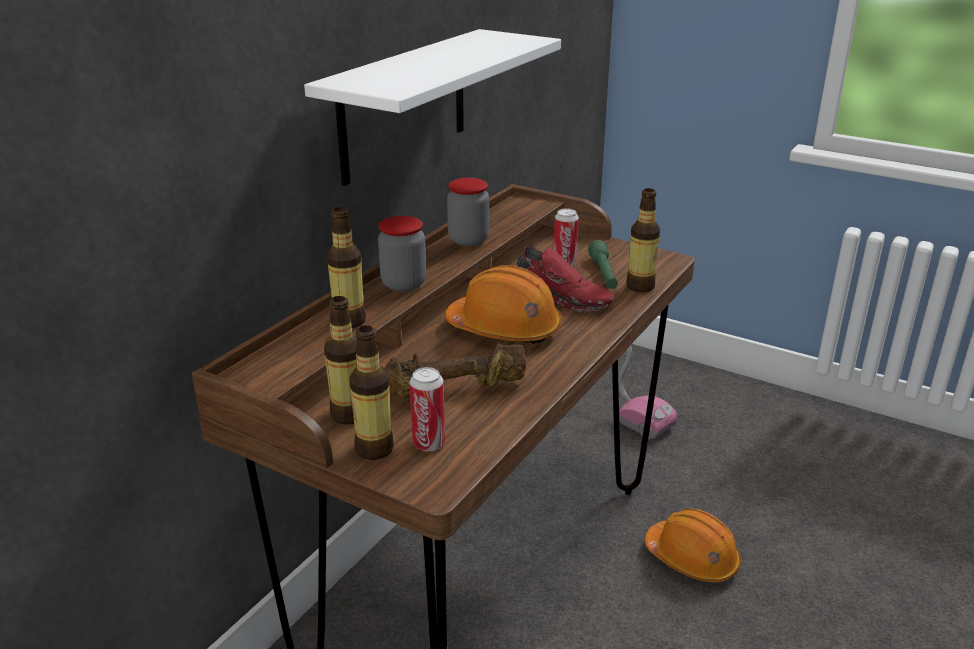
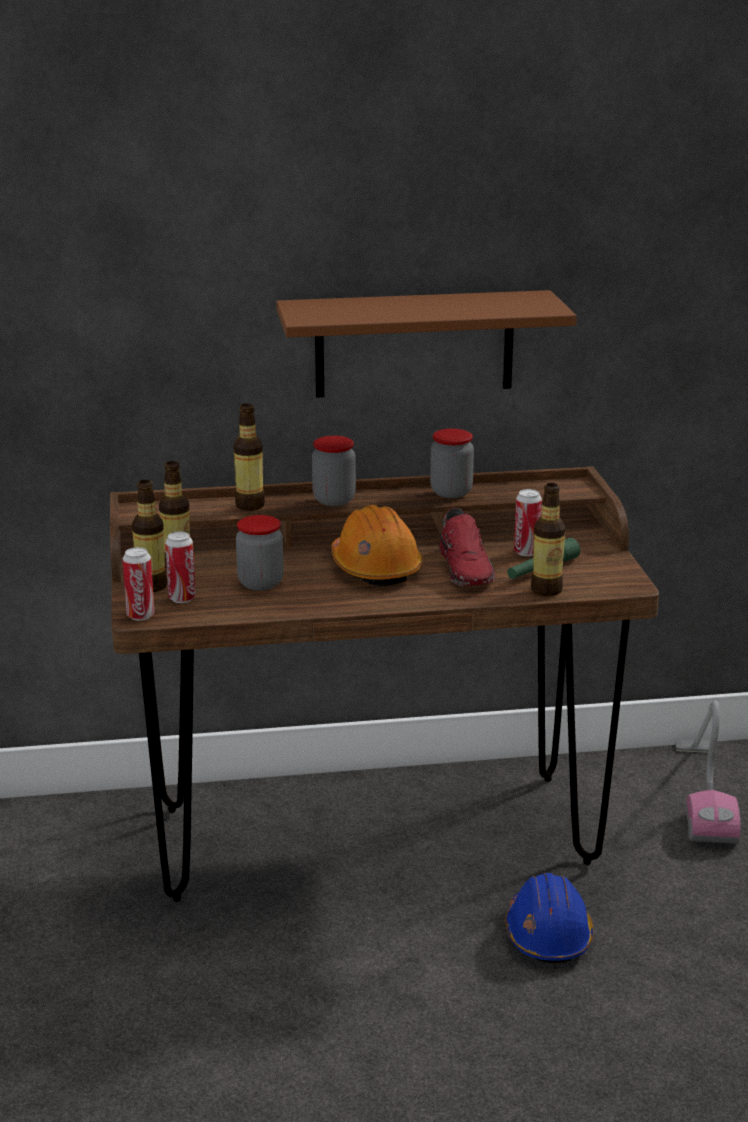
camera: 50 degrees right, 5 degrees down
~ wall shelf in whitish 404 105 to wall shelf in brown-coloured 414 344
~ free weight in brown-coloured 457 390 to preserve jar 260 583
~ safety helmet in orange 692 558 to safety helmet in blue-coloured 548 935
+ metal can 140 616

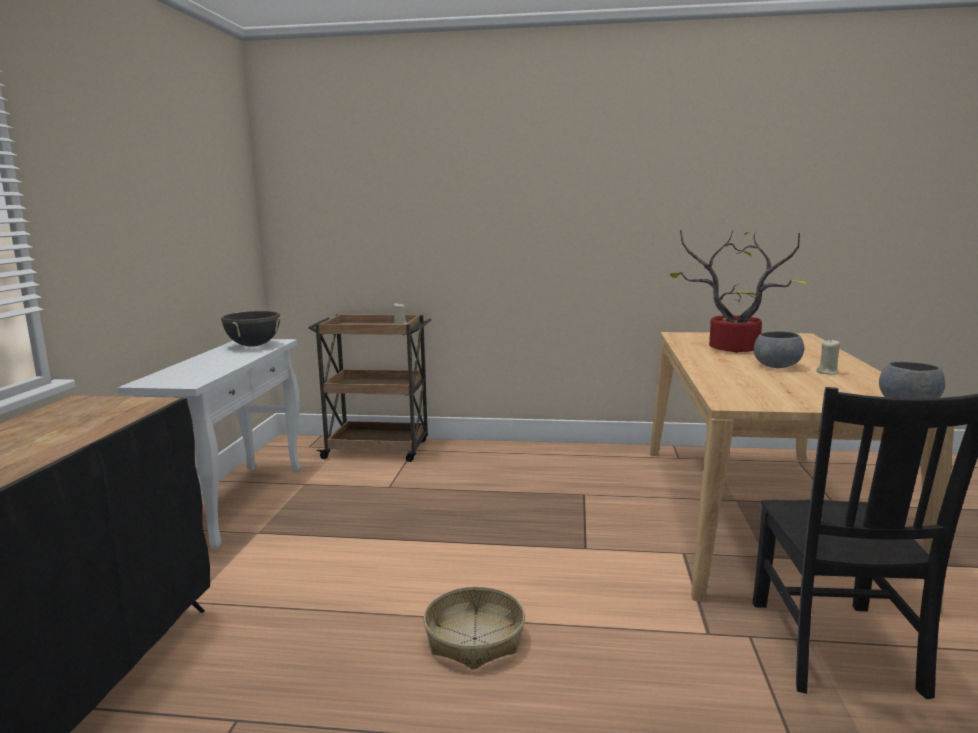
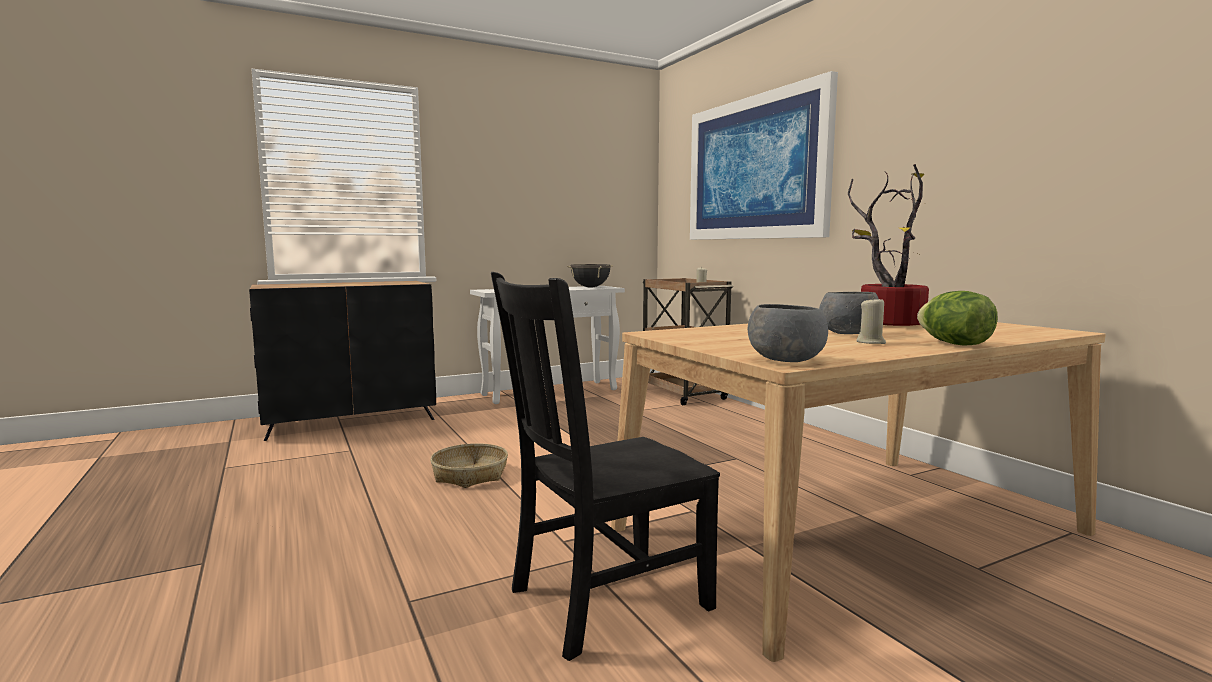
camera: 55 degrees right, 5 degrees down
+ picture 755 168
+ lettuce 954 344

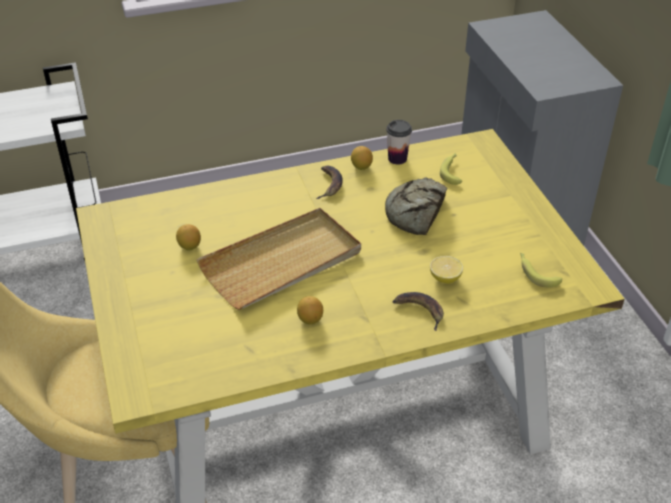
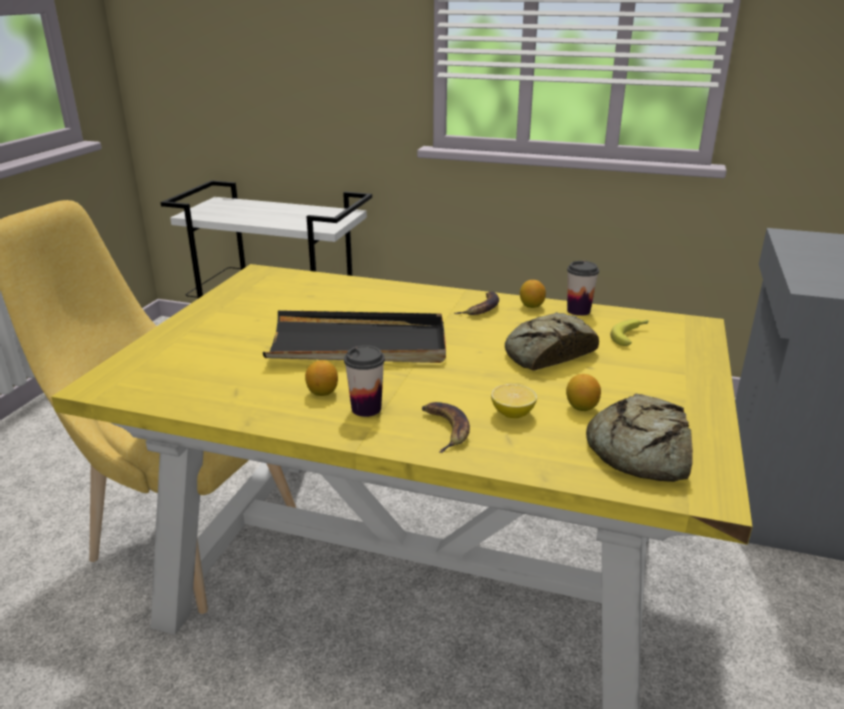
camera: 35 degrees right, 15 degrees down
~ citrus fruit 189 246 to 581 407
~ serving tray in sand-coloured 282 262 to serving tray in blackish 358 344
~ banana fruit 536 273 to bread 639 450
+ drinking cup 366 408

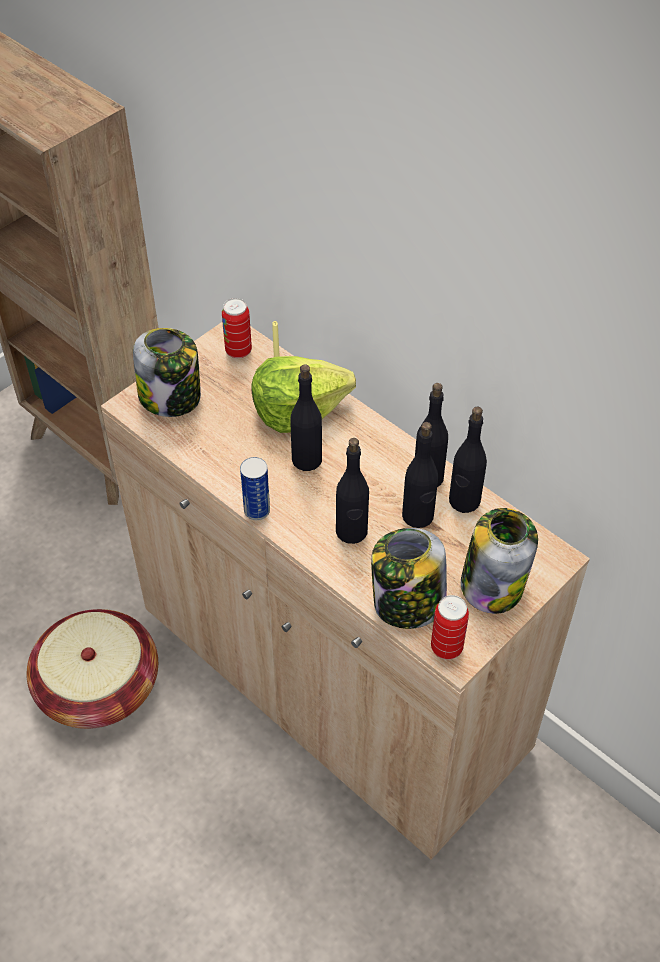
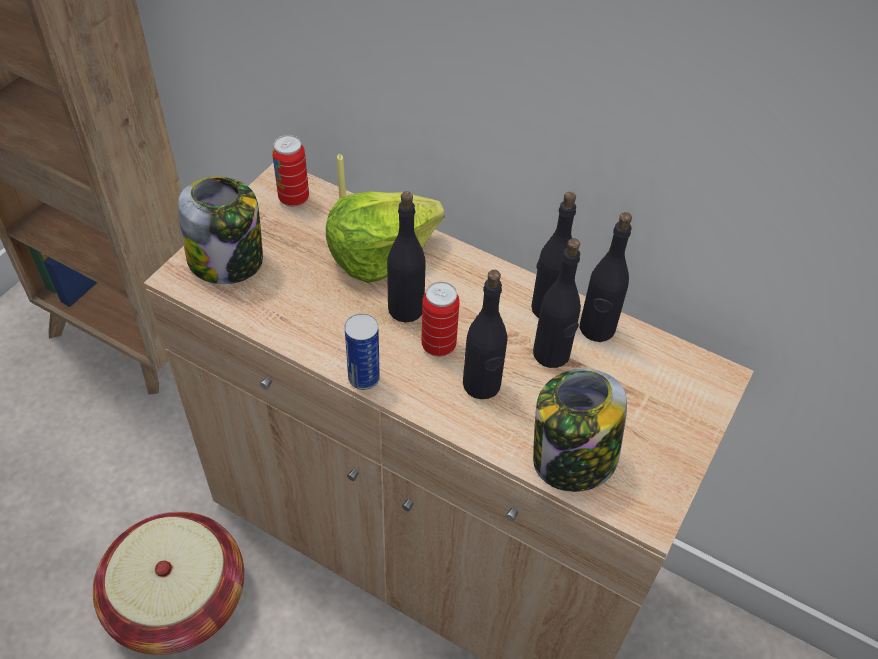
camera: 15 degrees left, 0 degrees up
~ metal can 446 647 to 438 345
- preserve jar 492 584

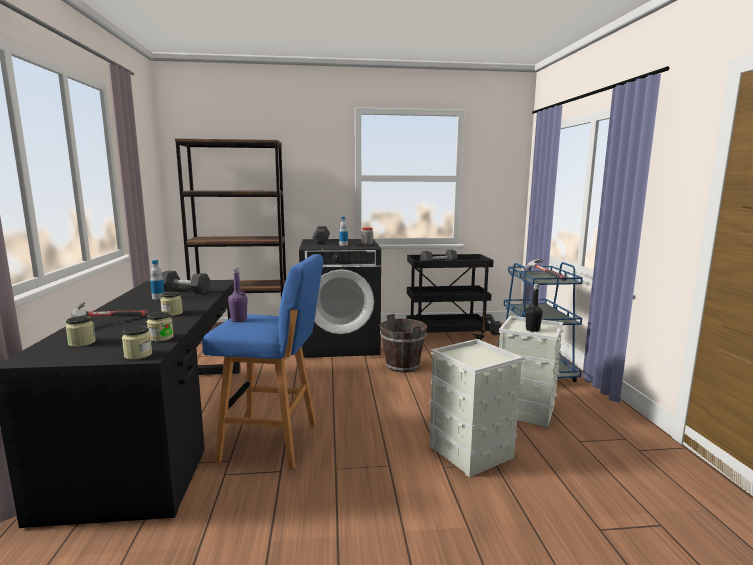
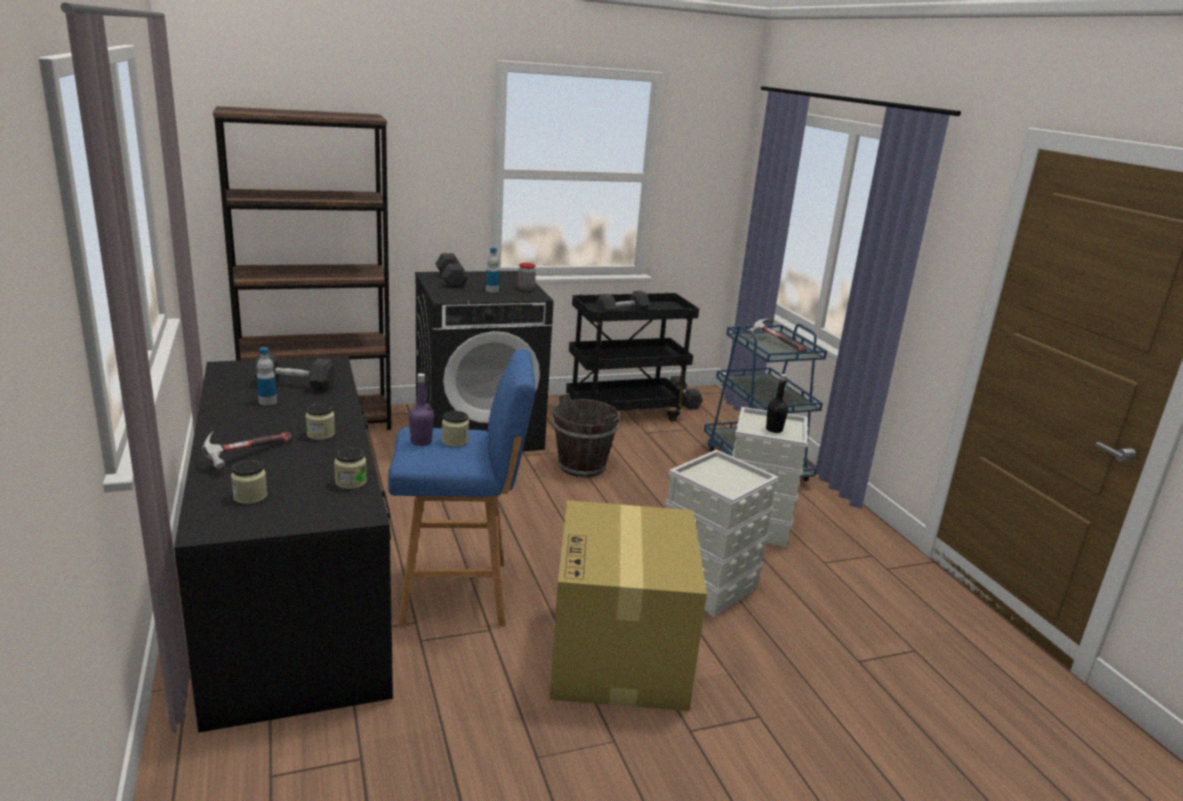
camera: 15 degrees left, 10 degrees up
~ preserve jar 138 355 to 455 441
+ packing box 620 655

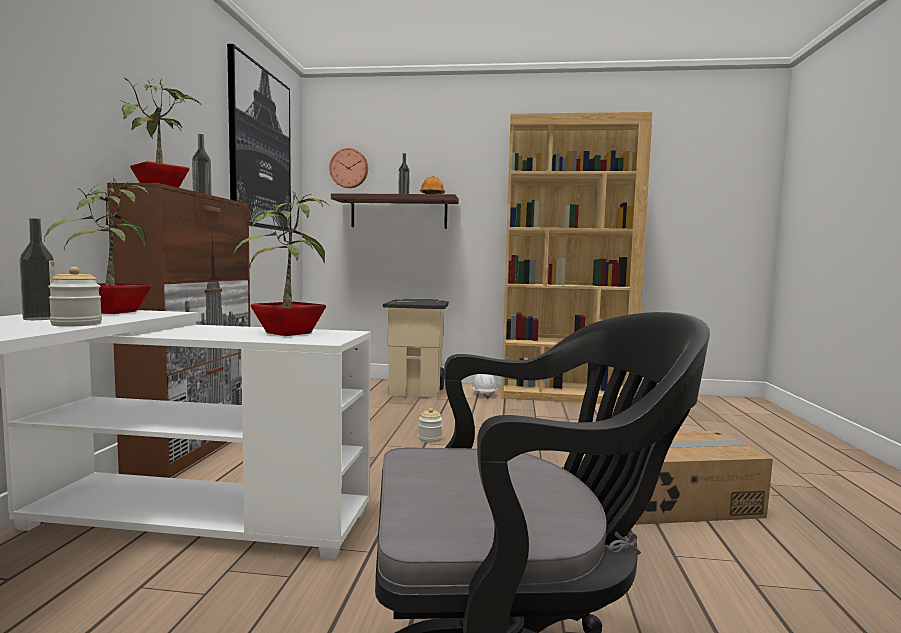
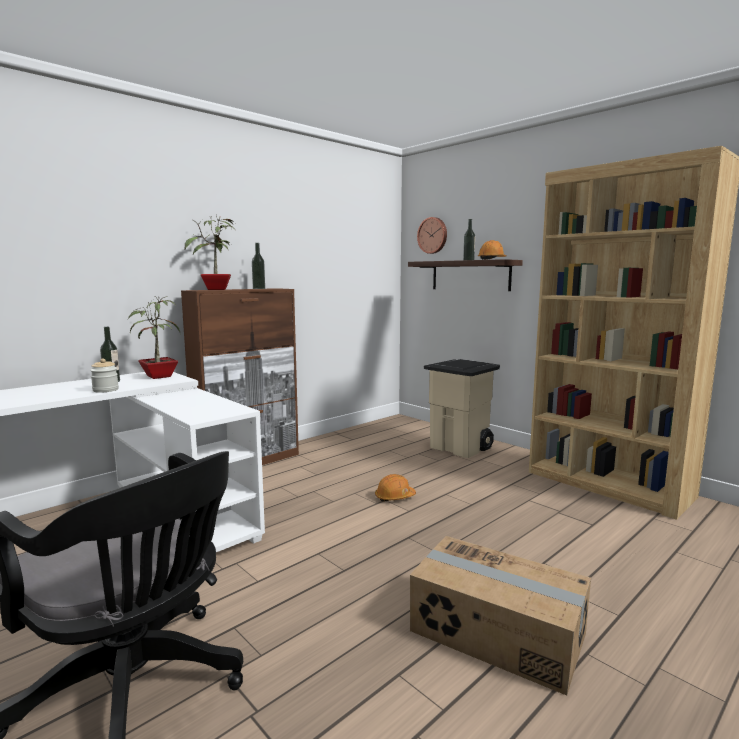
camera: 40 degrees right, 5 degrees up
- picture 260 149
- potted plant 286 333
~ preserve jar 430 439 to safety helmet in orange 394 497
- safety helmet in whitish 483 395

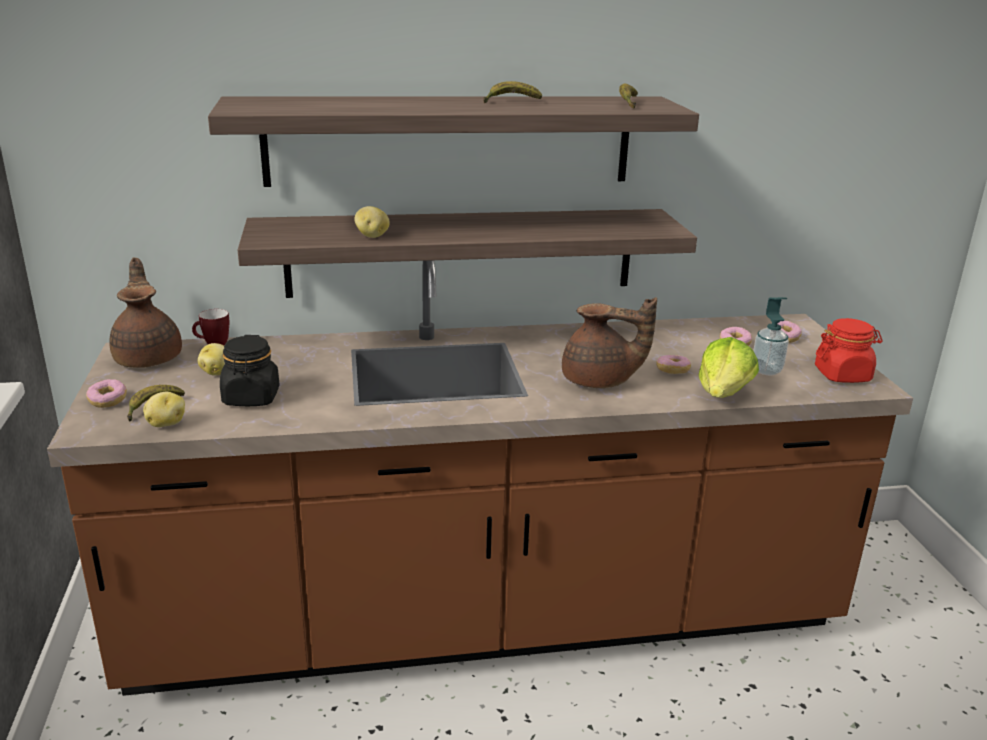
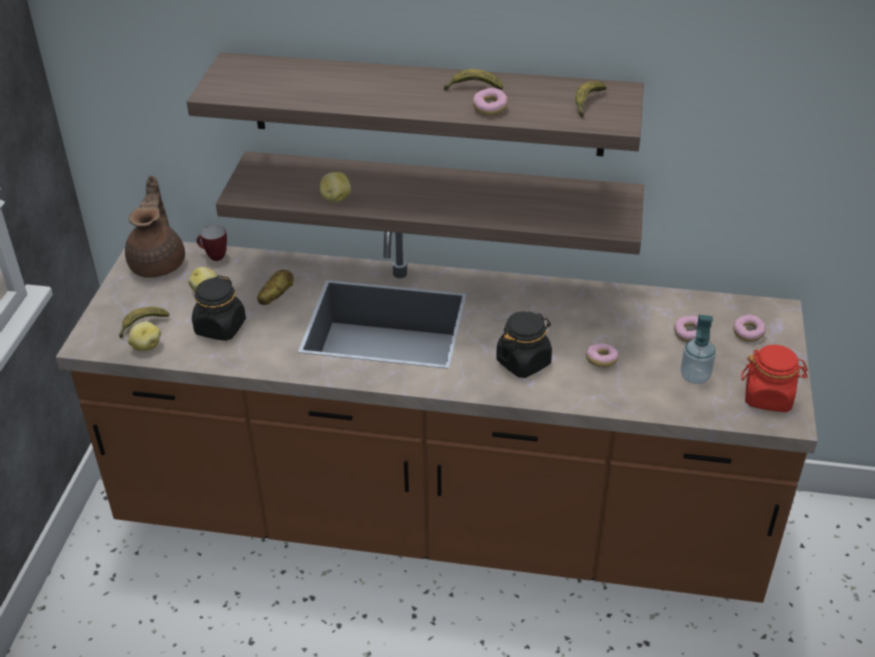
camera: 20 degrees right, 15 degrees up
~ donut 108 401 to 489 109
~ tea pot in brown-coloured 599 381 to preserve jar in blackish 523 362
- lettuce 723 394
+ whole potato 276 296

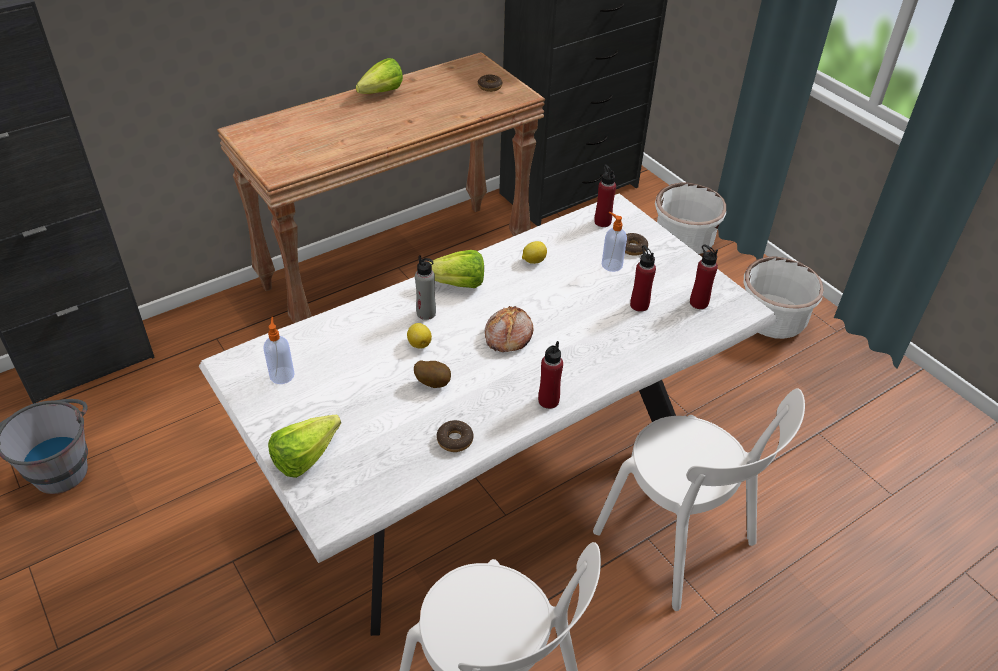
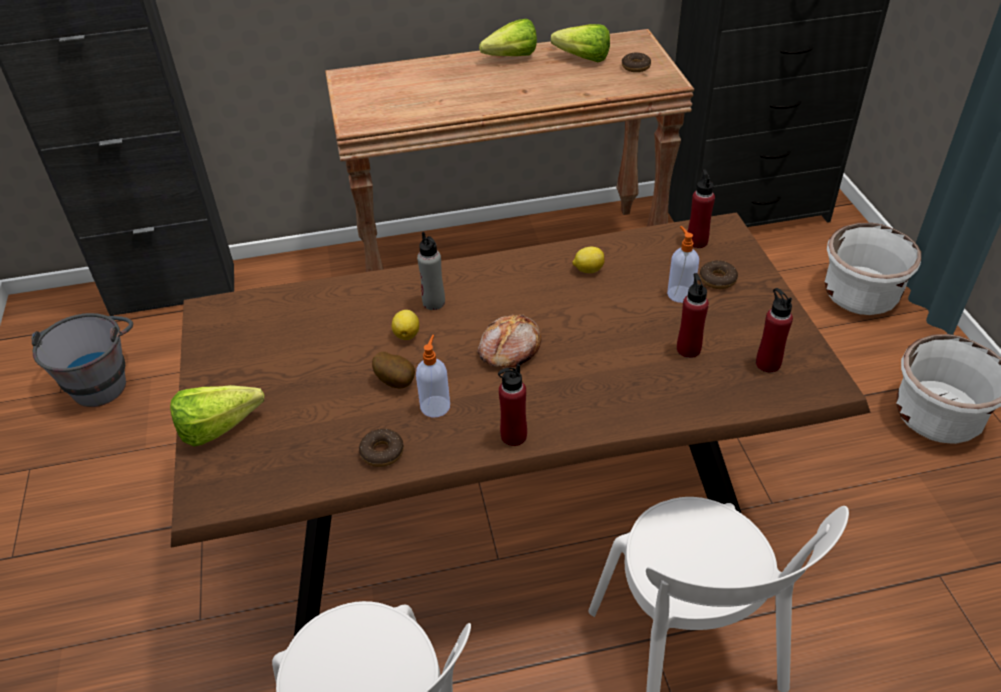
camera: 25 degrees right, 0 degrees up
~ dining table in whitish 493 473 to dining table in brown-coloured 507 508
~ soap bottle 282 375 to 435 405
~ lettuce 451 284 to 579 57

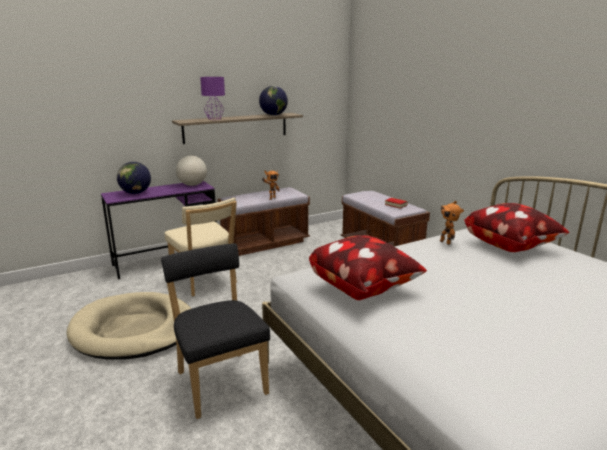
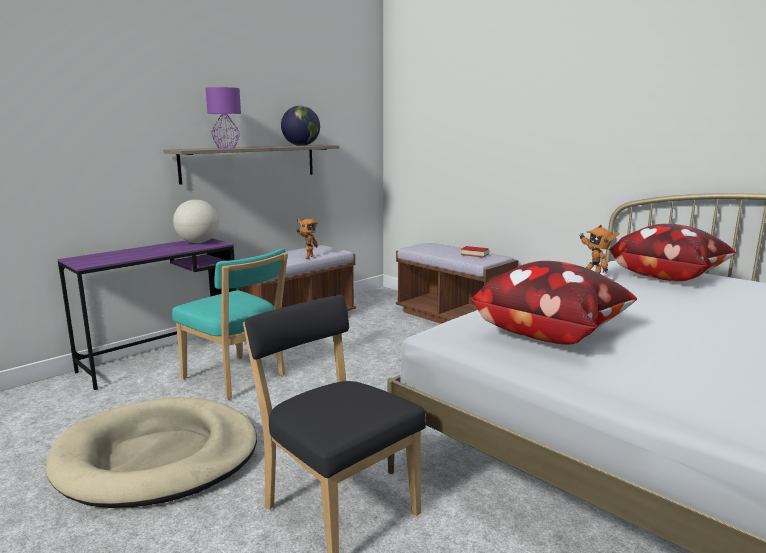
camera: 15 degrees left, 5 degrees down
- globe 135 193
~ upright chair in sand-coloured 205 282 to upright chair in turquoise 237 378

